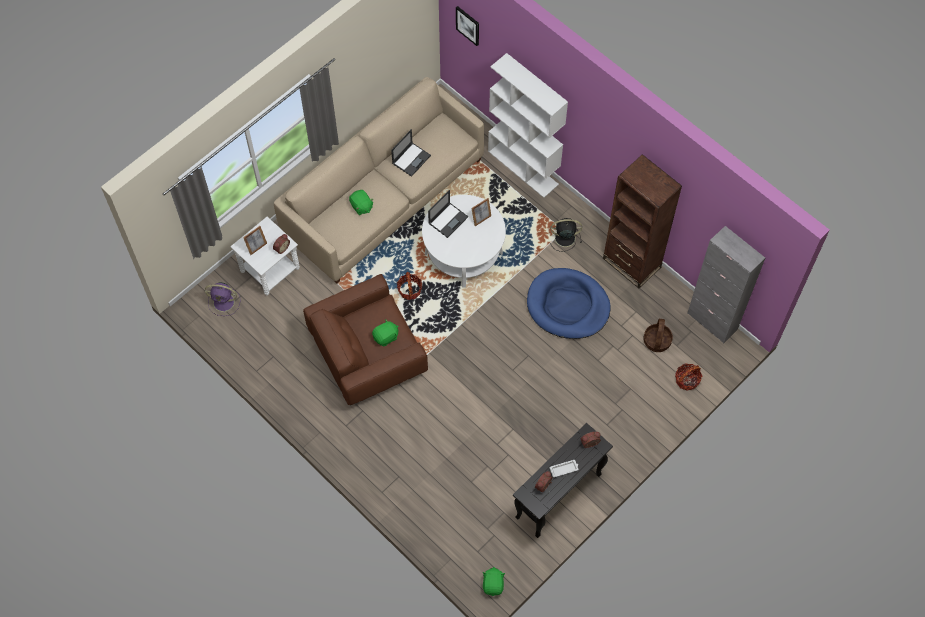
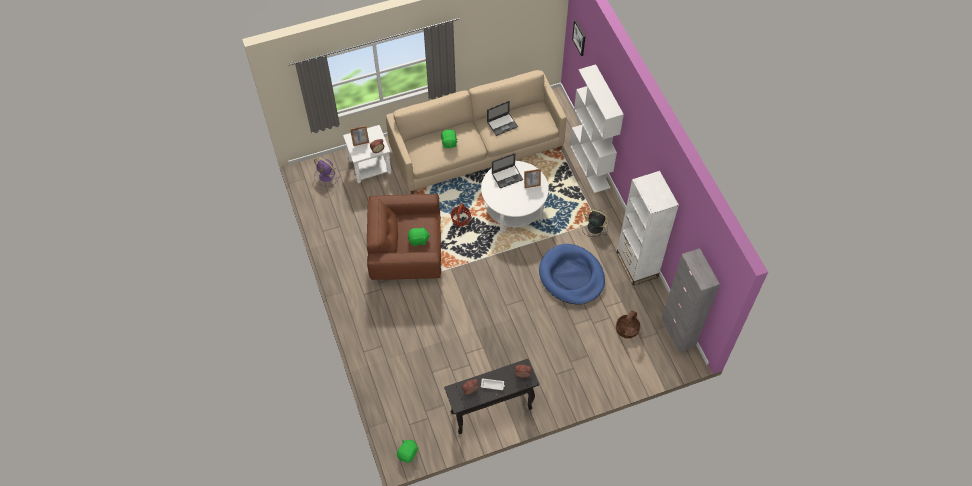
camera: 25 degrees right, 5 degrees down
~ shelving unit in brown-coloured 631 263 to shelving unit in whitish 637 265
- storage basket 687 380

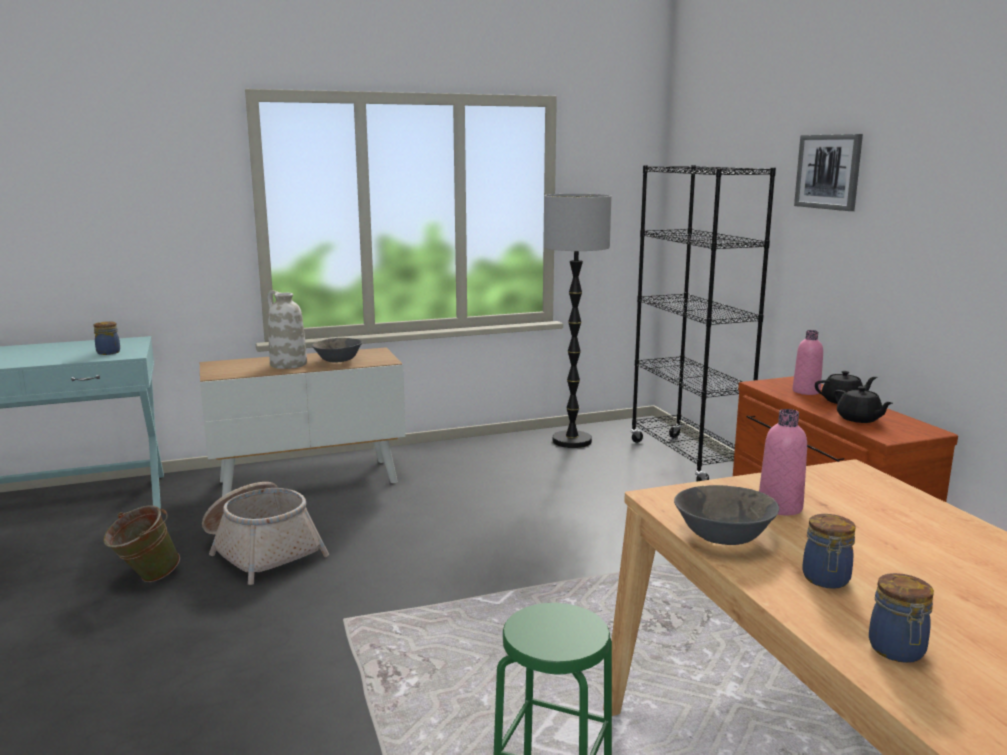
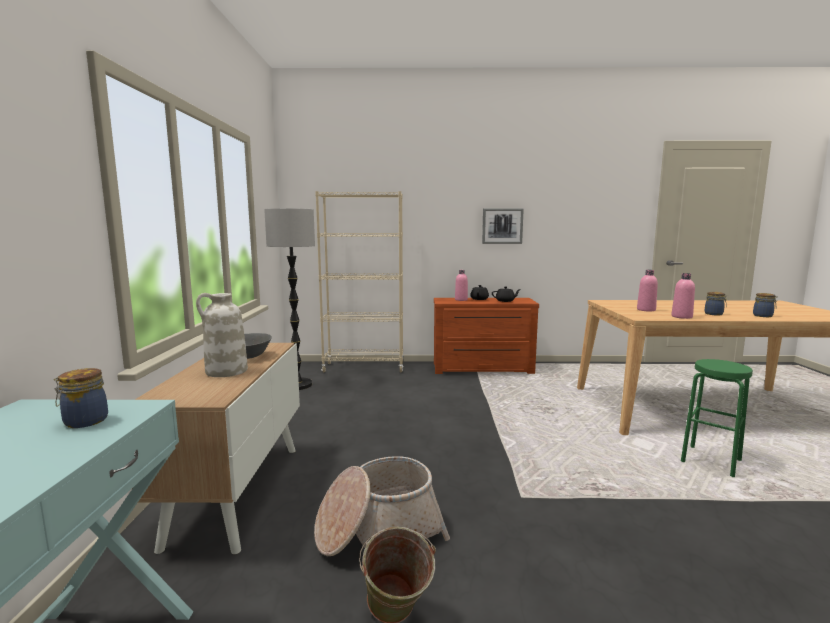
camera: 70 degrees left, 5 degrees down
~ shelving unit in blackish 687 459 to shelving unit in sand-coloured 364 368
~ bowl in grey 724 537 to beverage bottle in pink 681 317
~ picture 828 172 to 502 226

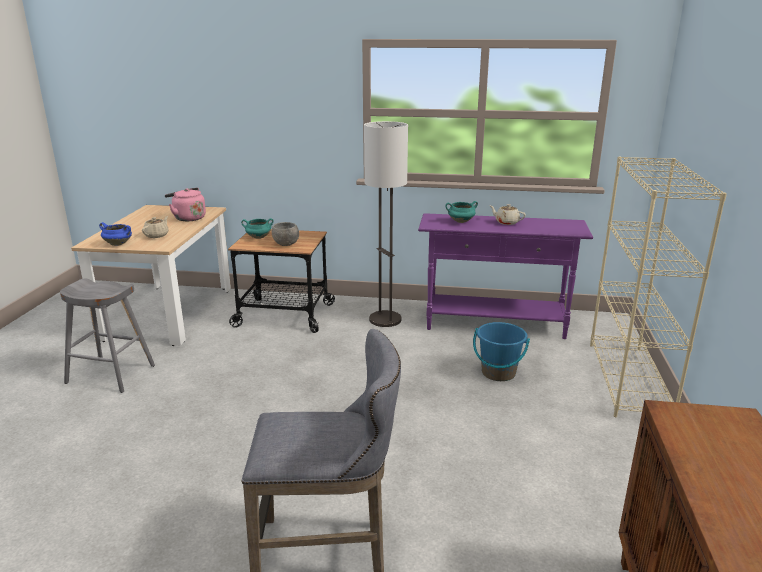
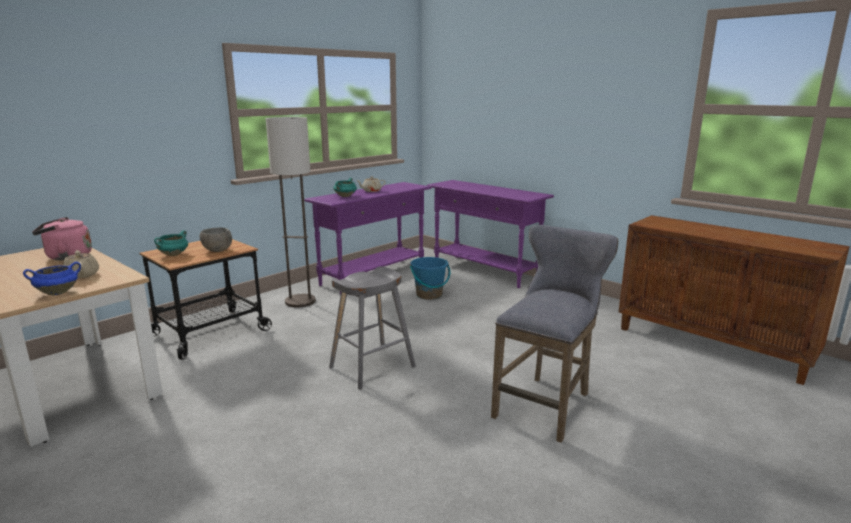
camera: 55 degrees left, 5 degrees down
~ stool in grey 111 374 to 372 367
~ shelving unit in sand-coloured 629 380 to console table in purple-coloured 485 271

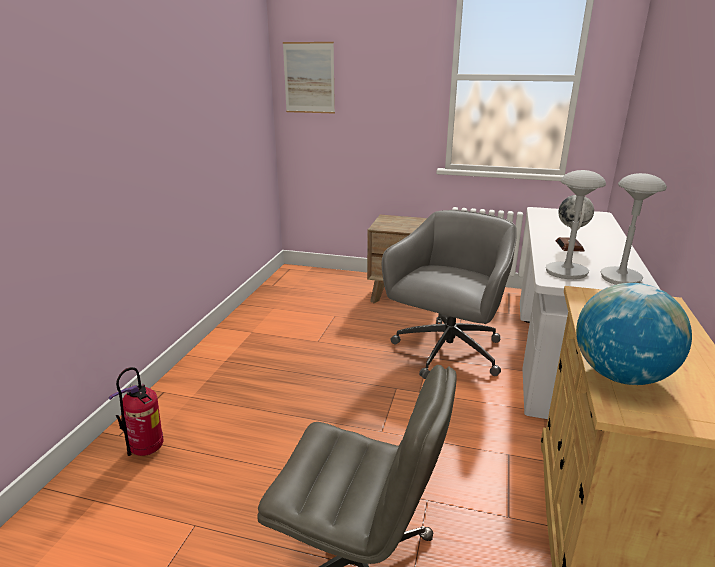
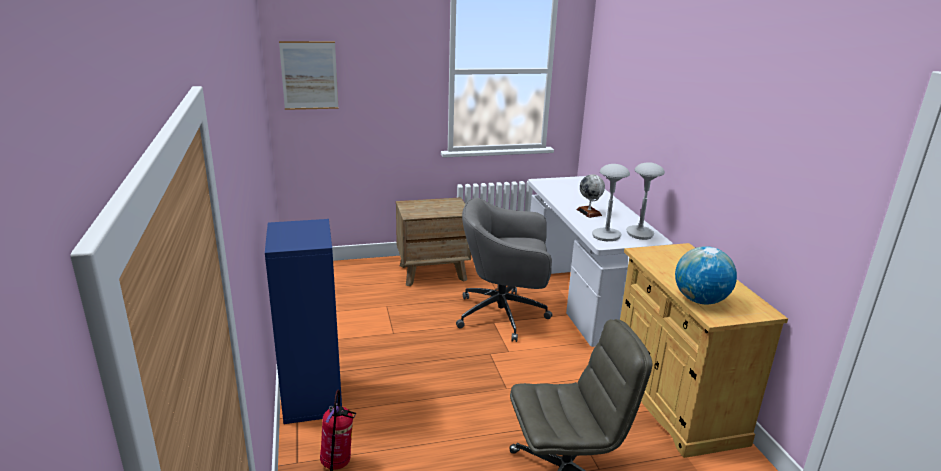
camera: 30 degrees left, 0 degrees up
~ office chair in grey 447 352 = 504 315 90 degrees counterclockwise
+ shelving unit in blue-coloured 311 398

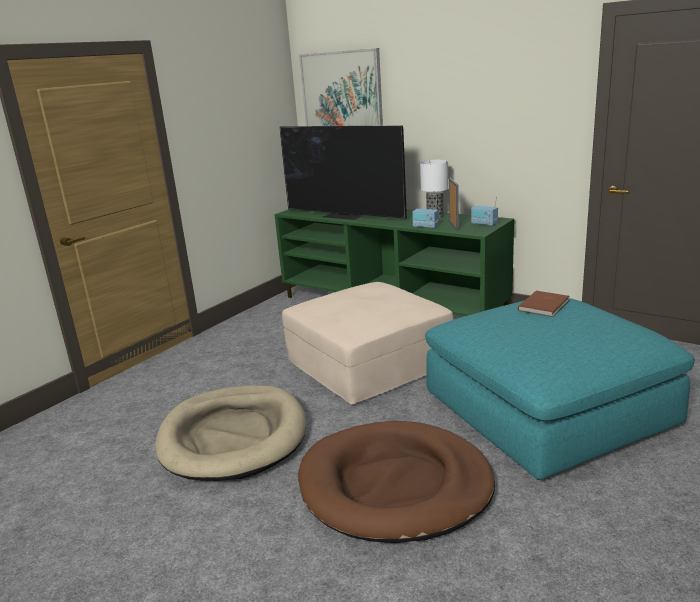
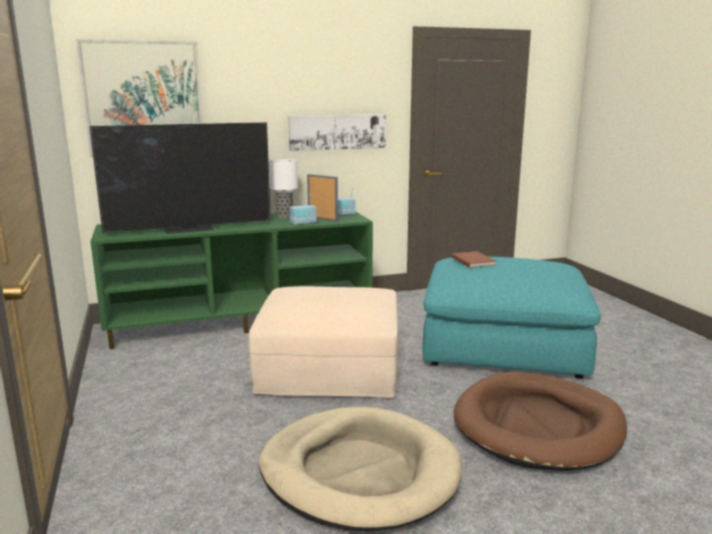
camera: 55 degrees left, 5 degrees down
+ picture 337 132

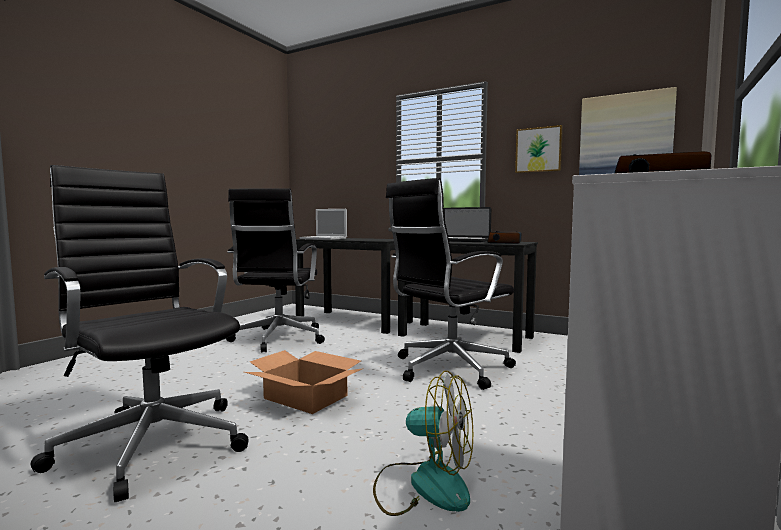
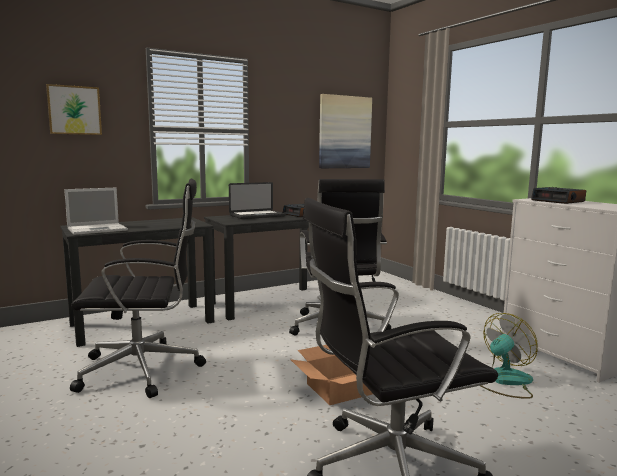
camera: 60 degrees left, 5 degrees up
~ office chair in blackish 277 339 = 144 370 45 degrees counterclockwise
~ picture 539 150 to 74 110

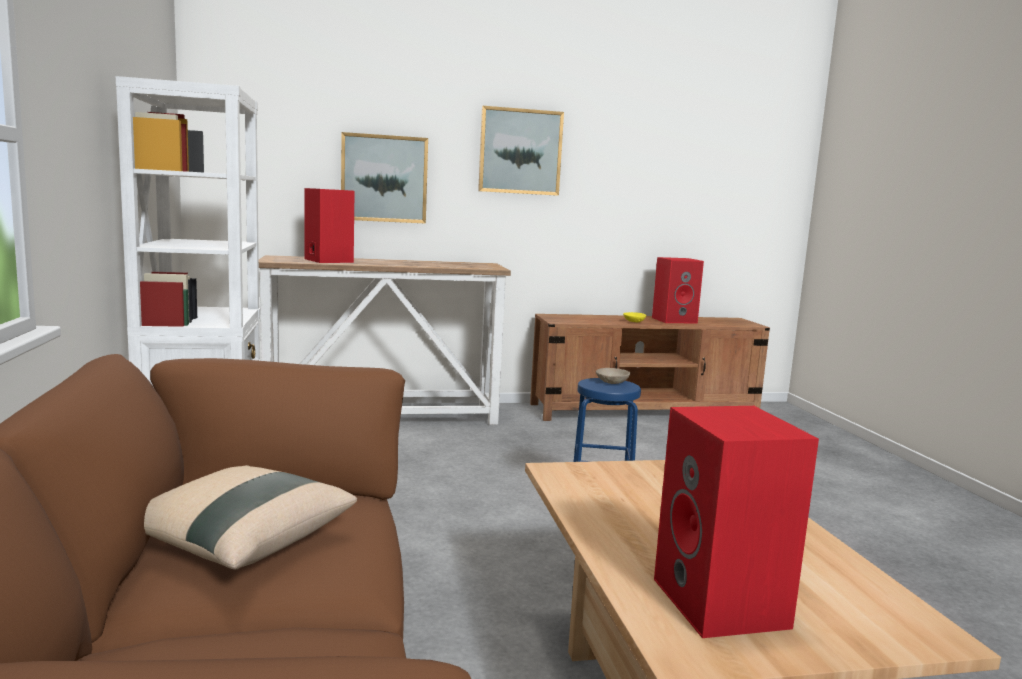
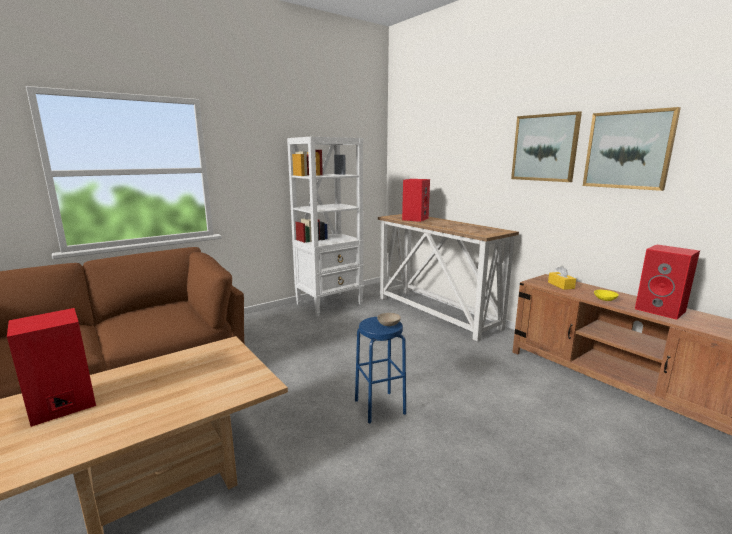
camera: 65 degrees right, 5 degrees up
- cushion in sand-coloured 240 542
~ picture 384 178 to 628 150
+ tissue box in yellow 561 285

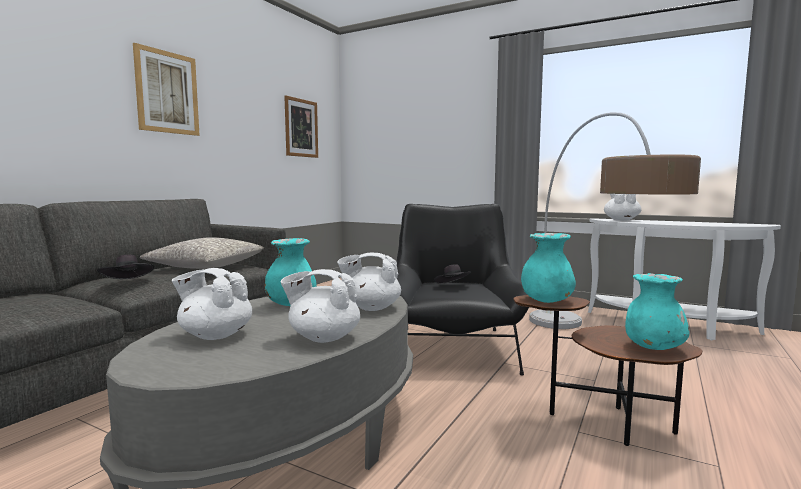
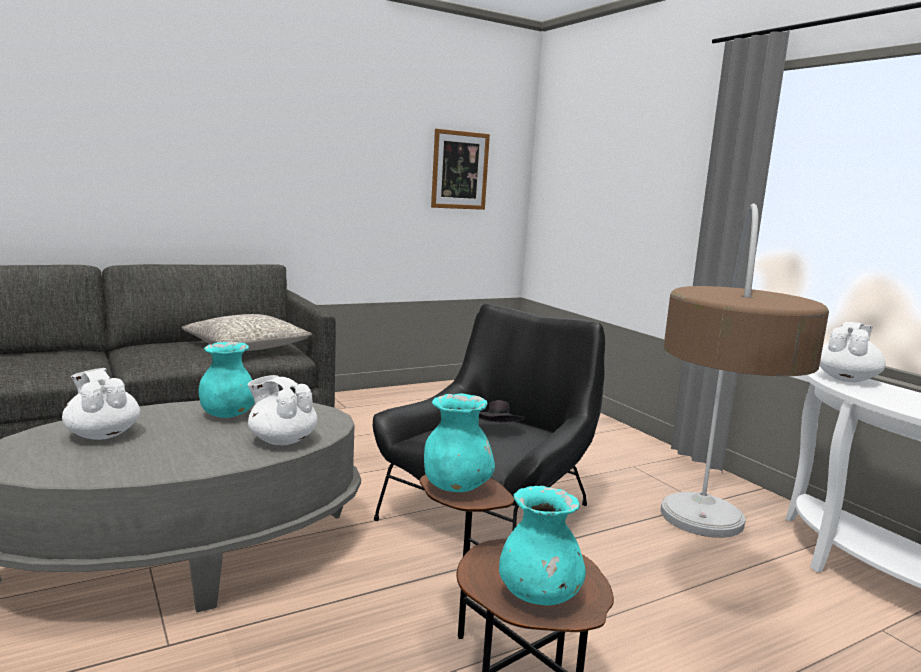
camera: 30 degrees right, 5 degrees up
- hat in blackish 128 282
- picture 167 92
- tea pot in whitish 323 338

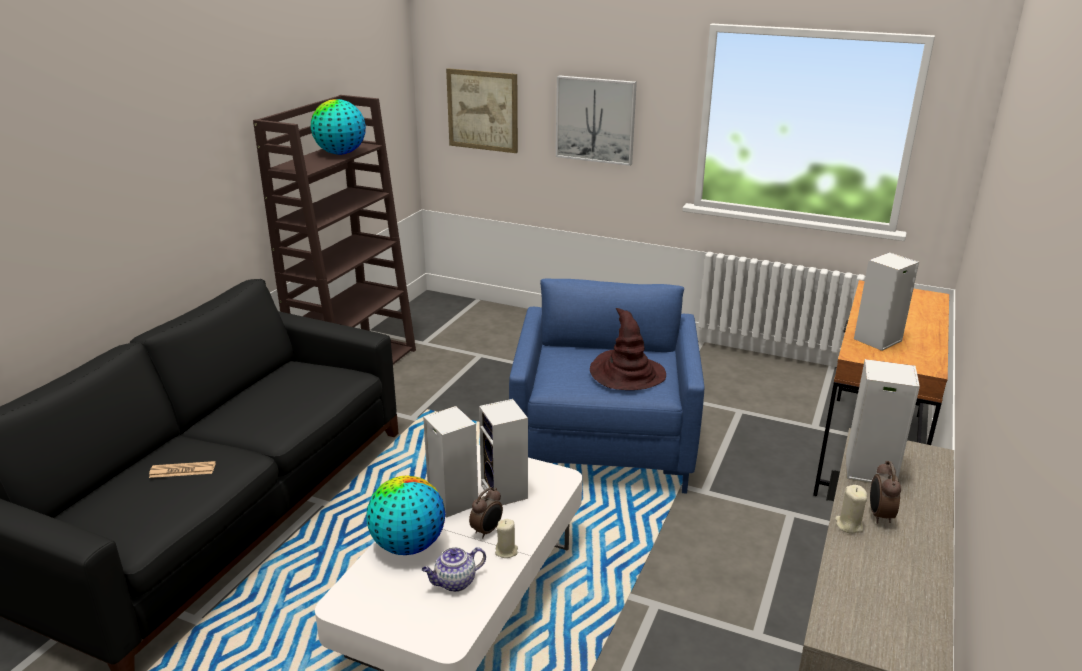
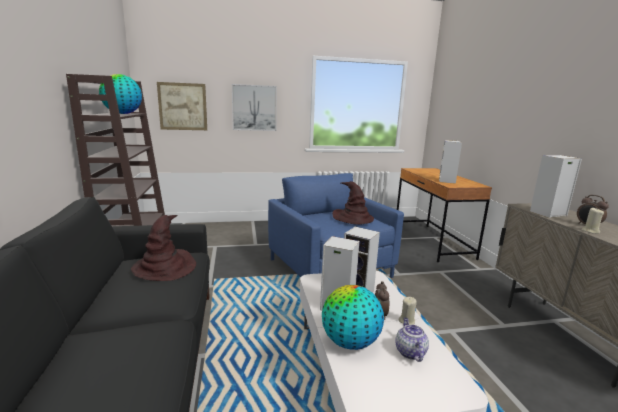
camera: 35 degrees left, 10 degrees down
- newspaper 182 470
~ tea pot 454 582 = 409 352 150 degrees clockwise
+ hat in brown-coloured 165 267

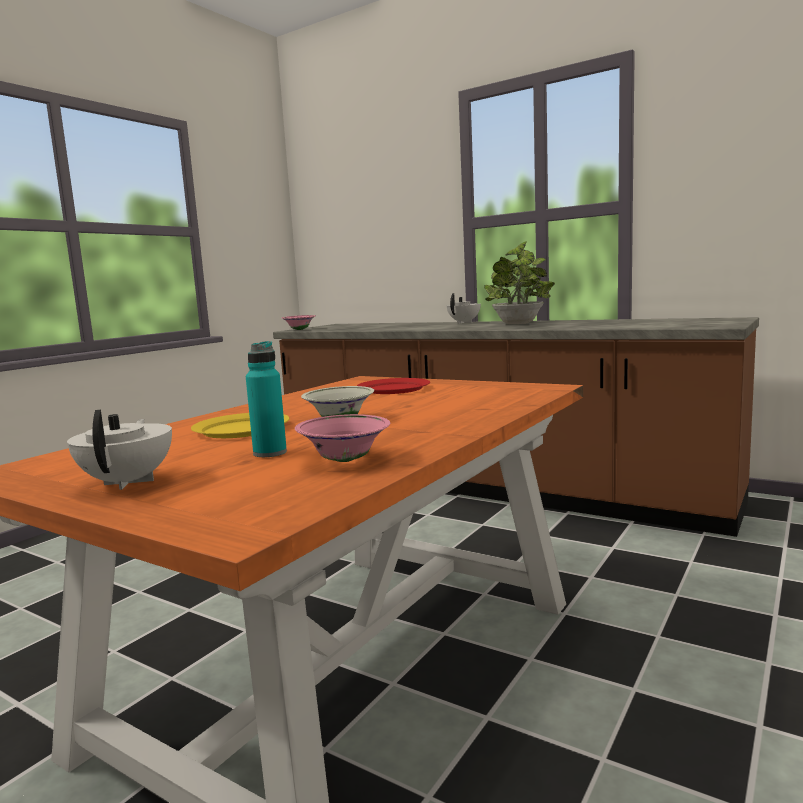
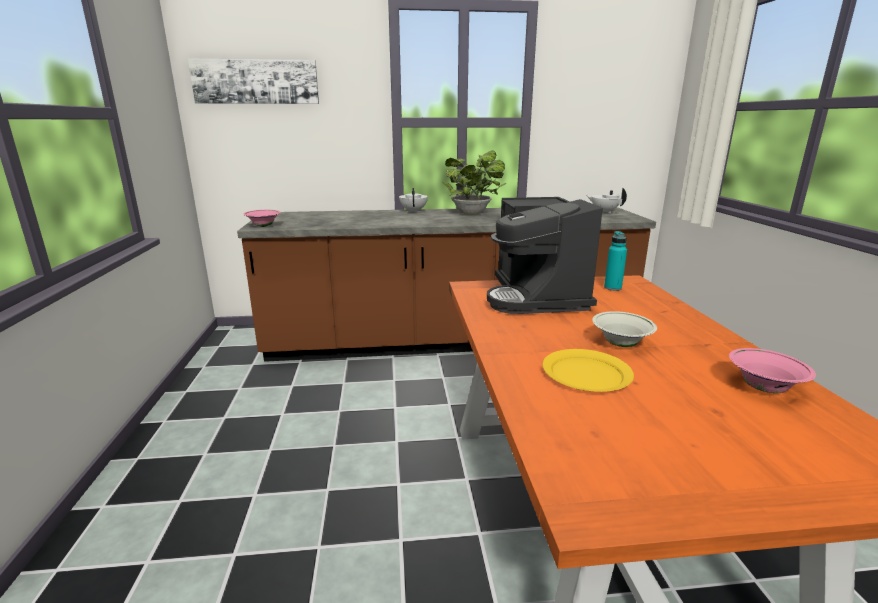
camera: 40 degrees left, 10 degrees up
~ tea pot in whitish 129 482 to 604 212
~ beverage bottle in turquoise 270 453 to 612 288
~ plate in red-coloured 393 389 to coffee maker 536 297
+ picture 256 82

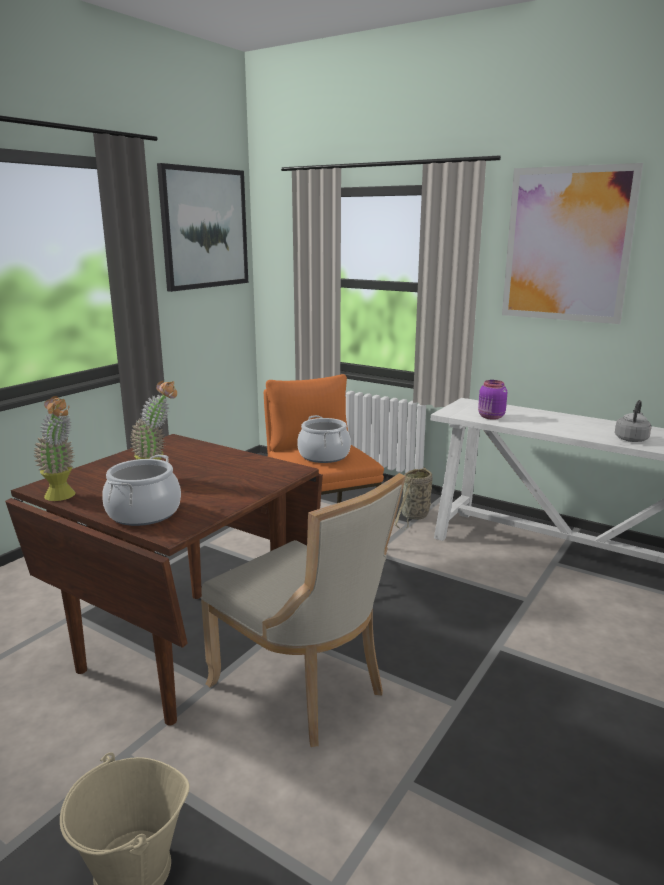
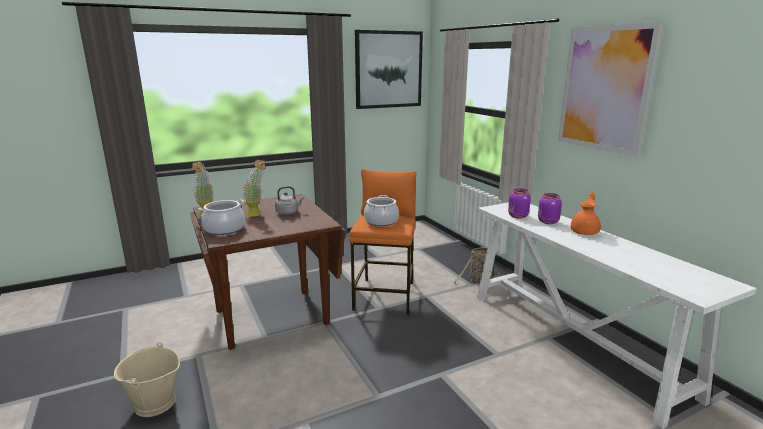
camera: 30 degrees right, 0 degrees up
- upright chair in sand-coloured 304 688
~ kettle in grey 631 439 to 288 213
+ preserve jar in purple-coloured 547 222
+ tea pot in orange 585 232

